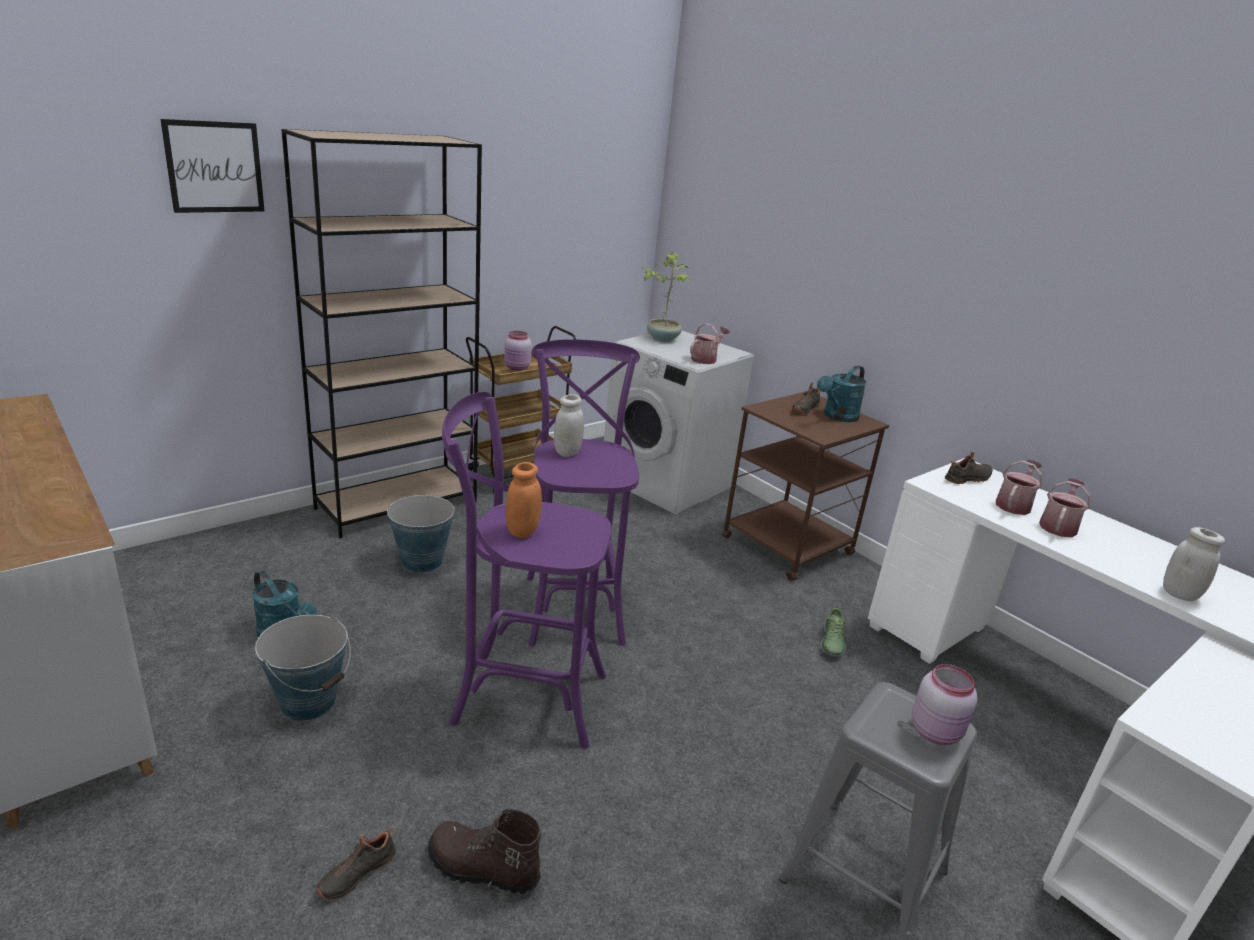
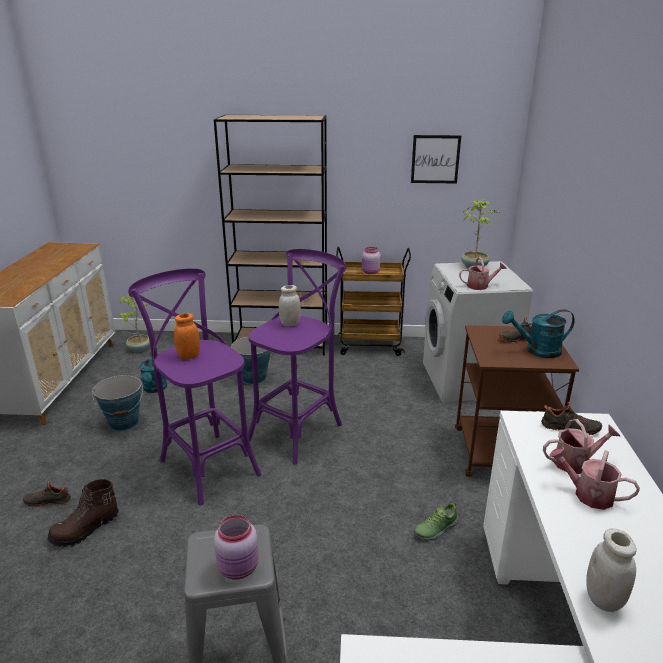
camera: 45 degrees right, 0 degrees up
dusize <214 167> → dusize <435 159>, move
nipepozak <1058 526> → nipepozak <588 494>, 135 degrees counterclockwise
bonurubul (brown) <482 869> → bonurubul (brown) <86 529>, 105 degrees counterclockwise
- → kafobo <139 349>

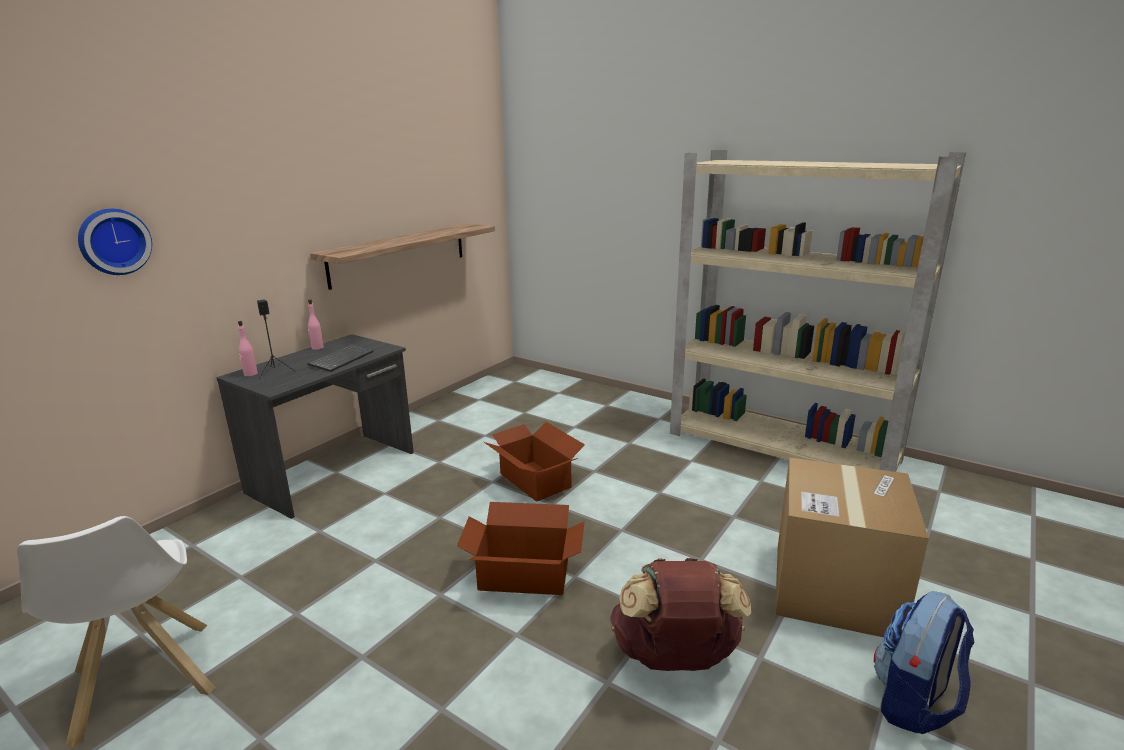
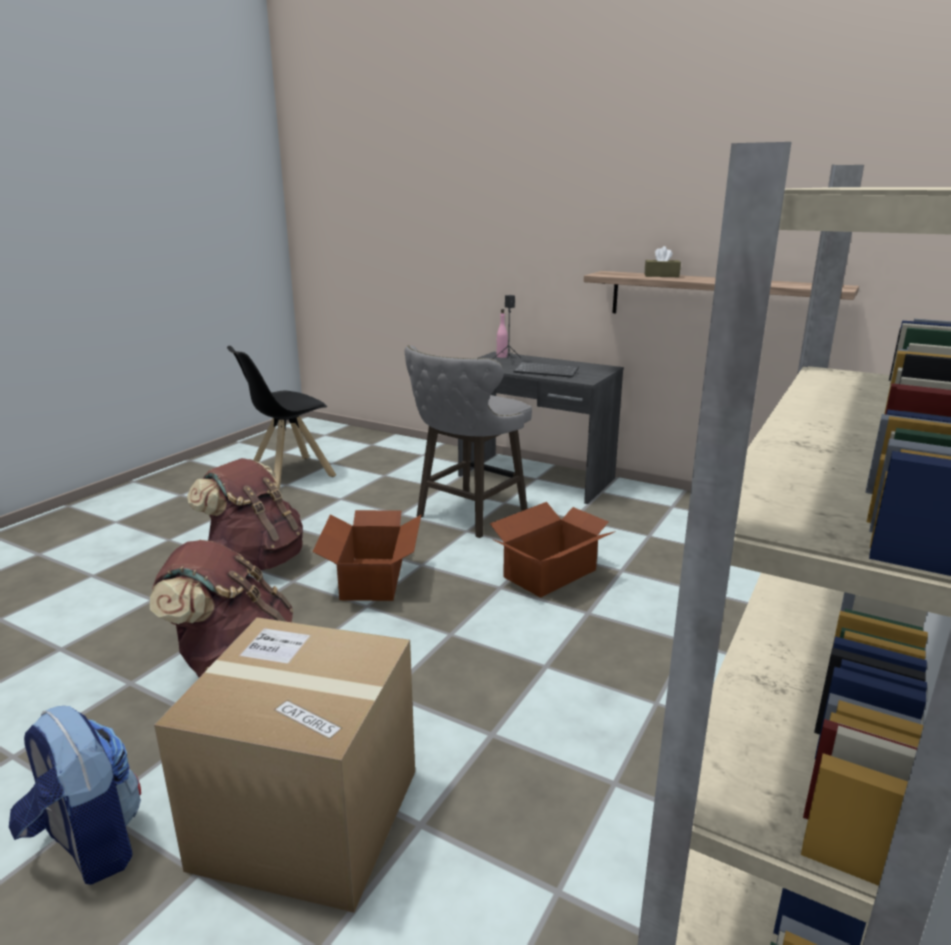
camera: 85 degrees right, 0 degrees up
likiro <113 241> → -
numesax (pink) <317 348> → -
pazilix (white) <143 684> → pazilix (black) <289 473>
- → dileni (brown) <661 275>
- → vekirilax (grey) <468 515>
- → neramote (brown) <256 561>

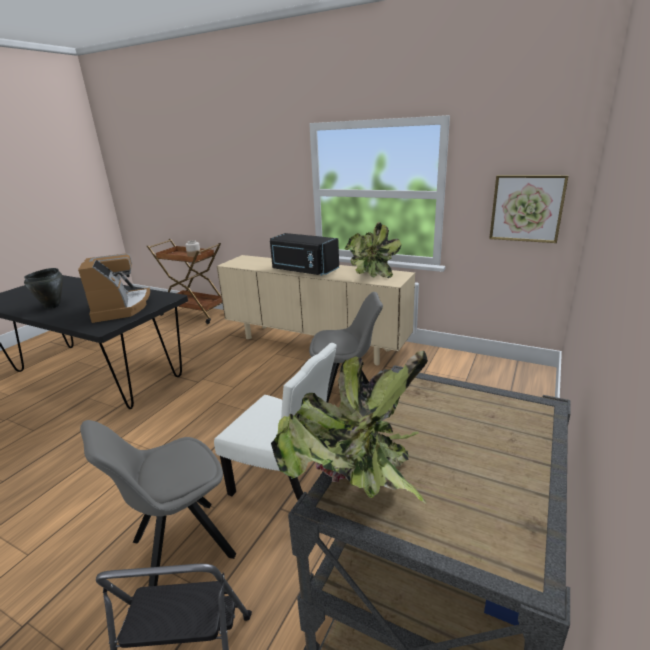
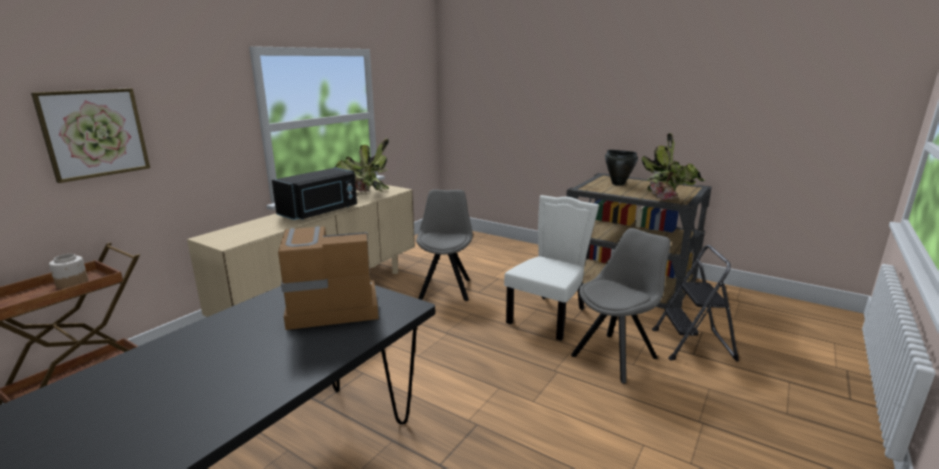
camera: 85 degrees left, 5 degrees down
dusize <526 208> → dusize <94 133>, move
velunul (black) <53 306> → velunul (black) <618 184>, move
pazilix (grey) <182 548> → pazilix (grey) <615 357>, 105 degrees counterclockwise

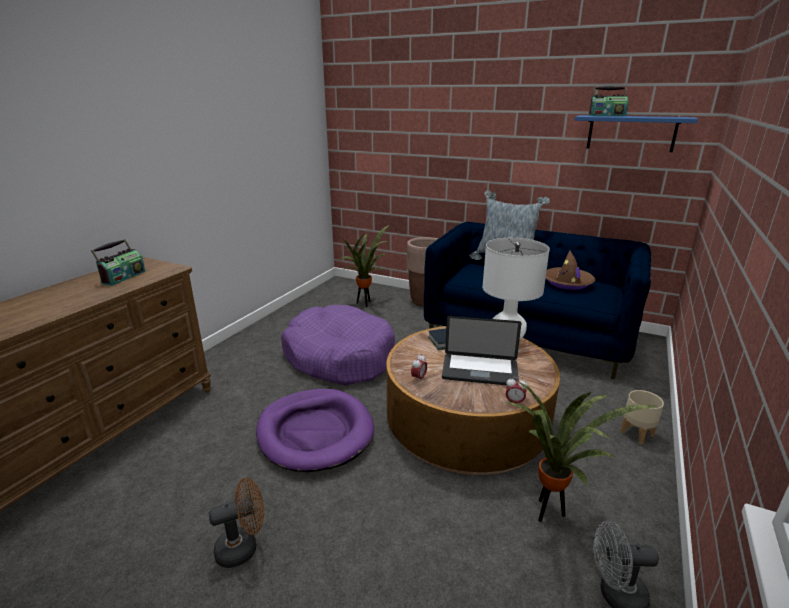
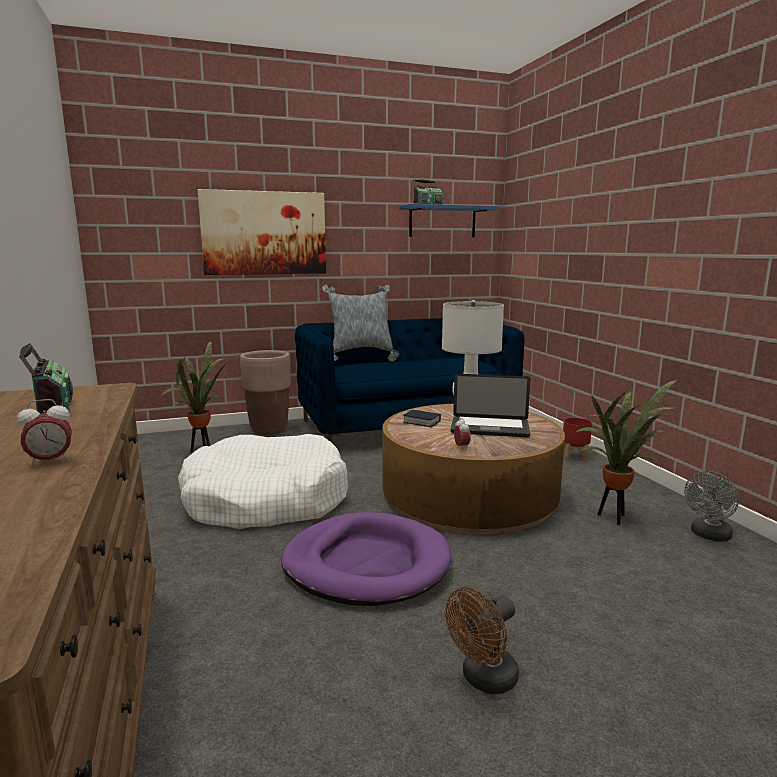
camera: 45 degrees left, 10 degrees down
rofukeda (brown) <567 283> → -
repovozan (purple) <339 357> → repovozan (white) <266 500>
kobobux <479 371> → kobobux <489 428>, 45 degrees clockwise
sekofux <514 402> → sekofux <50 461>, move
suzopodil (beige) <637 434> → suzopodil (red) <575 456>
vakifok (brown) <243 547> → vakifok (brown) <483 679>, 150 degrees counterclockwise
- → dusize <264 233>

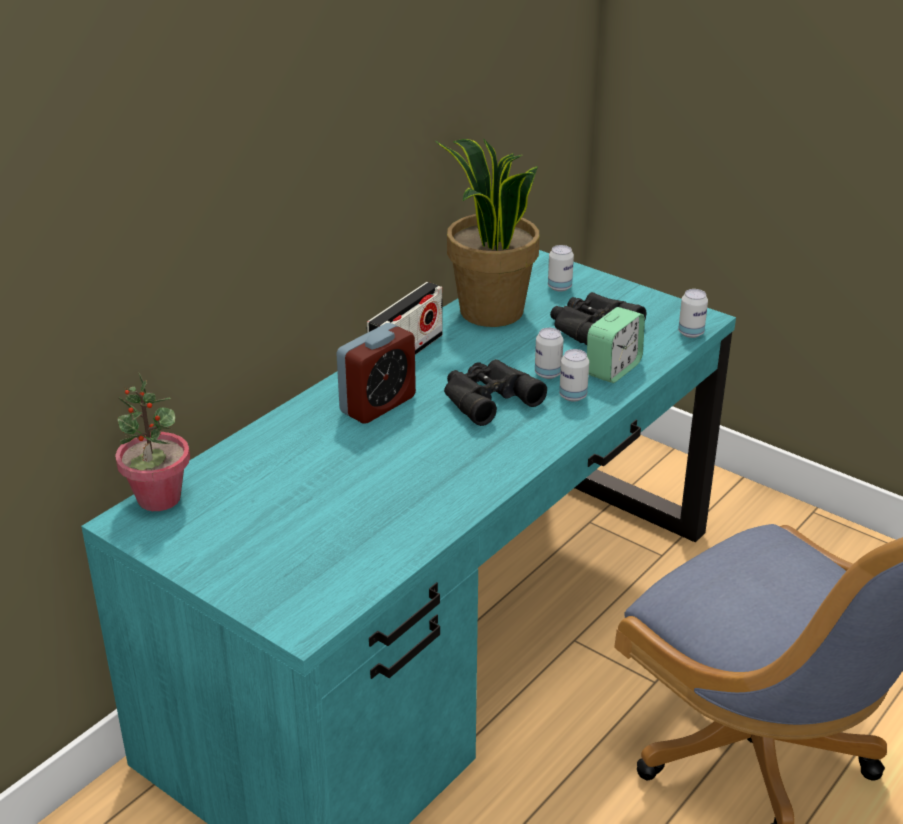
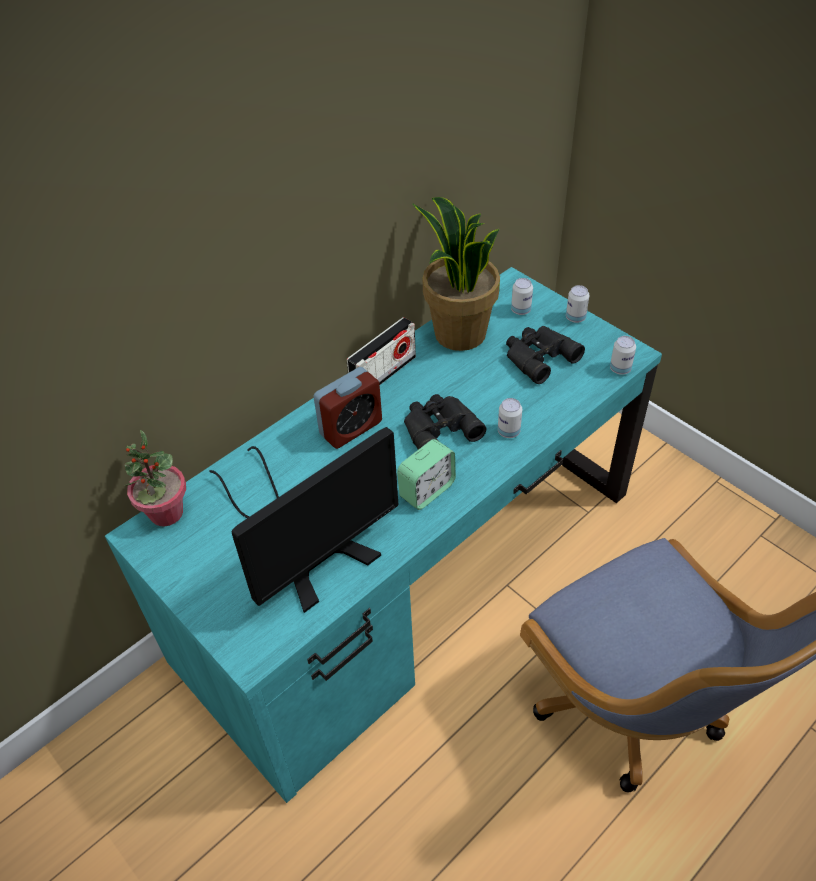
camera: 10 degrees right, 15 degrees up
sekofux <613 369> → sekofux <427 490>, move
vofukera <548 373> → vofukera <575 318>, move
- → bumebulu <307 546>

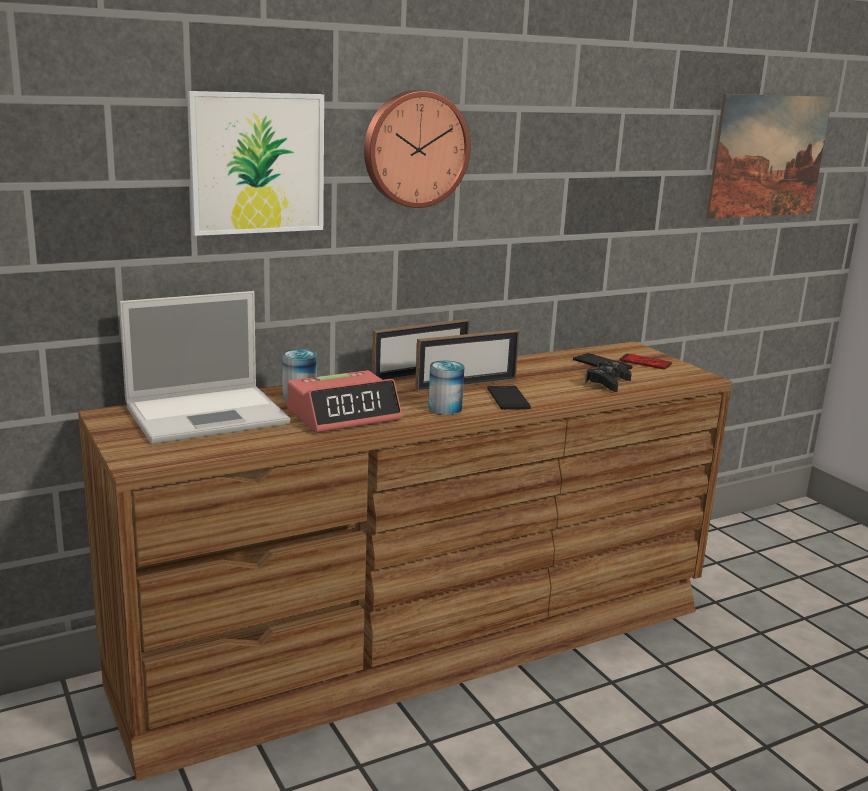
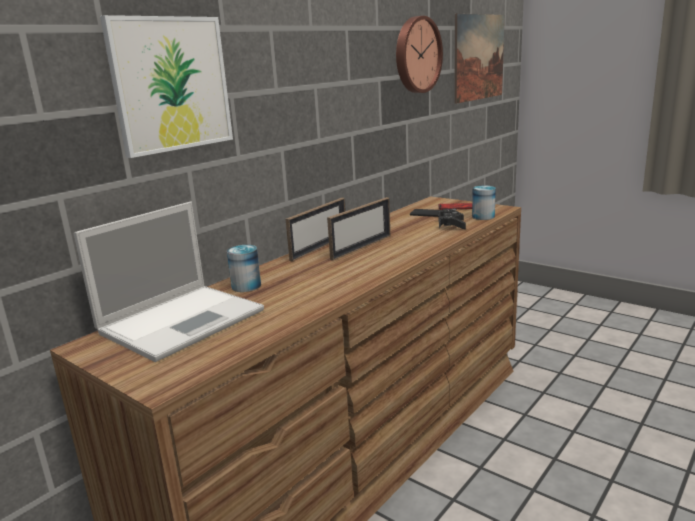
camera: 20 degrees left, 0 degrees up
likiro <414 149> → likiro <416 55>, move
vofukera <445 408> → vofukera <483 216>, move
sekofux <344 415> → -
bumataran <508 398> → -

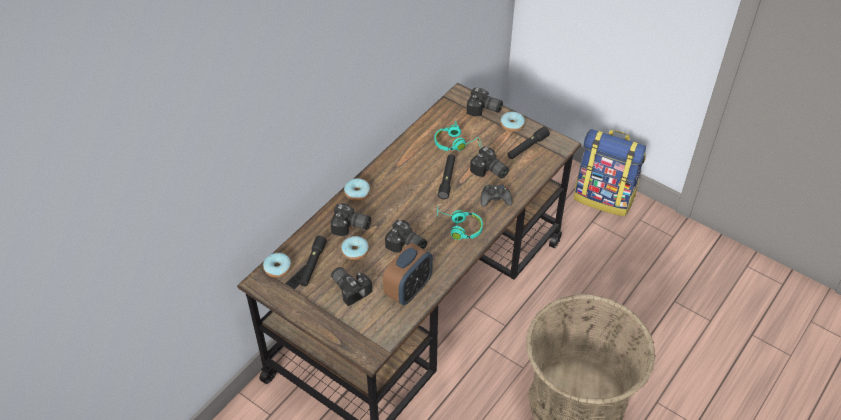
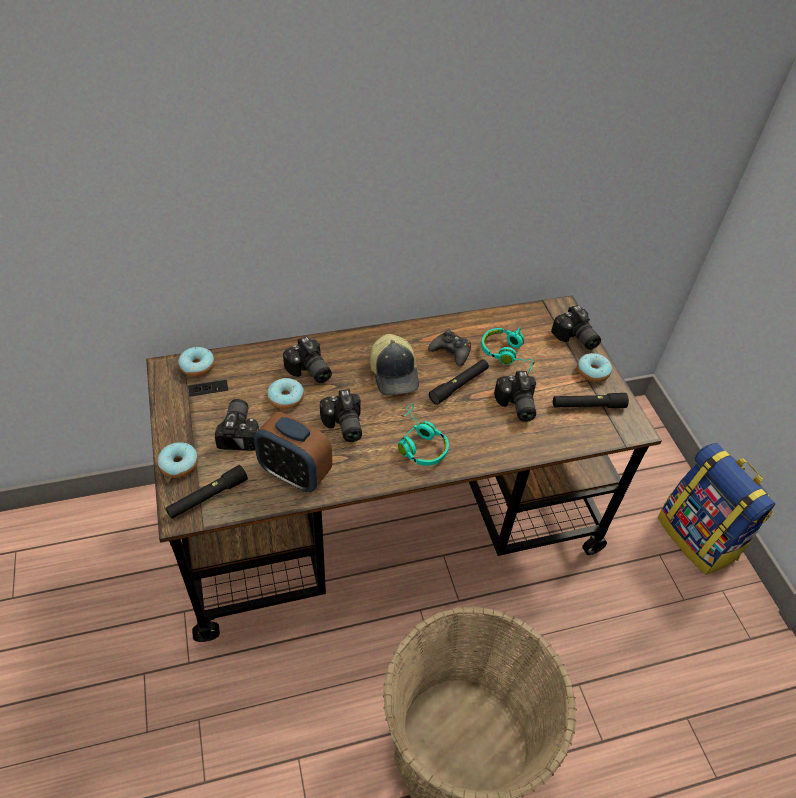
camera: 35 degrees right, 0 degrees up
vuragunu <357 193> → vuragunu <179 464>, move
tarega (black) <495 199> → tarega (black) <451 352>, move
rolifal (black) <312 264> → rolifal (black) <207 497>, move
sekofux <408 290> → sekofux <295 474>, 45 degrees clockwise
- → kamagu <395 374>

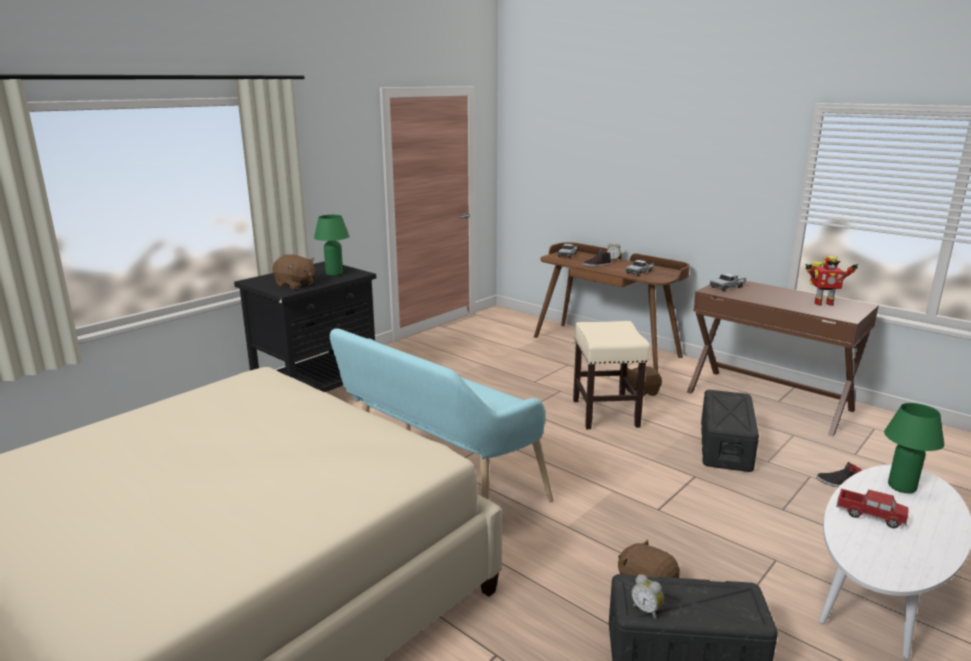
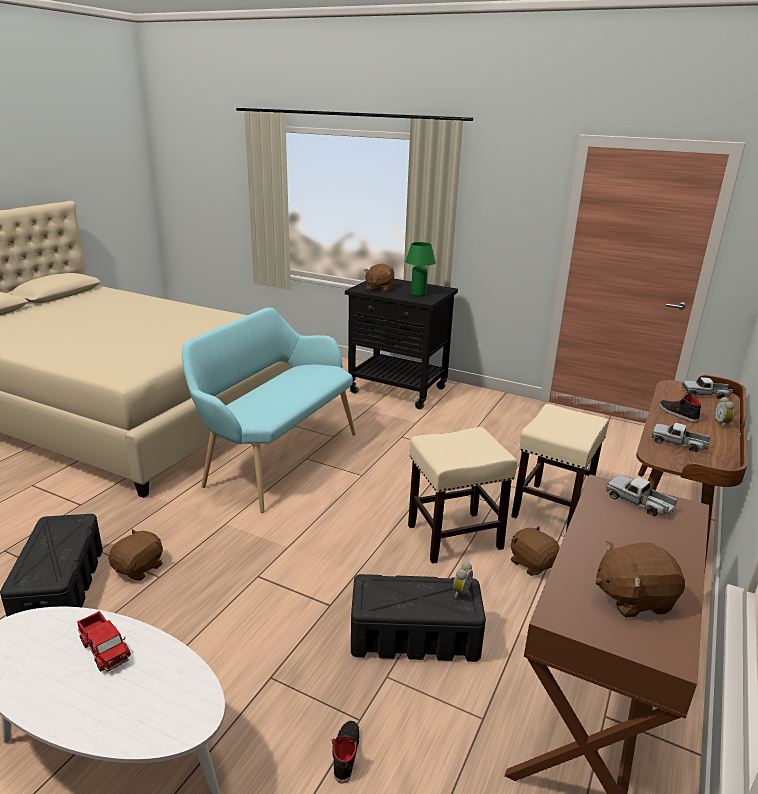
camera: 75 degrees right, 5 degrees up
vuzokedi <822 303> → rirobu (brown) <633 598>
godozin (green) <902 487> → -
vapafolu <870 515> → vapafolu <104 649>, 60 degrees counterclockwise
sekofux <646 610> → sekofux <463 593>, move
- → vekirilax (beige) <551 508>

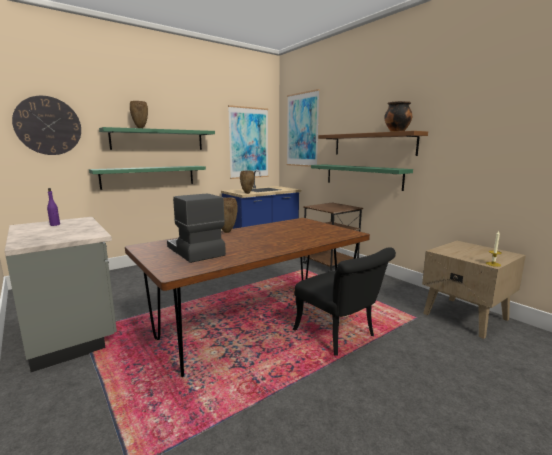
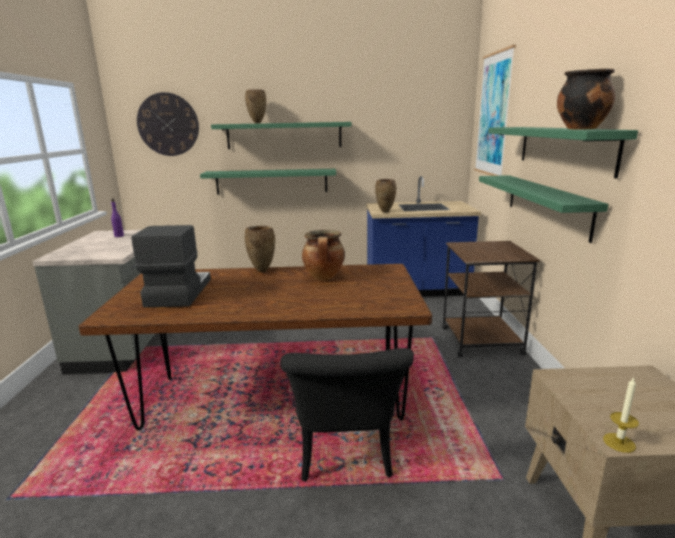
camera: 35 degrees right, 5 degrees up
dusize <248 143> → -
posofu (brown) <373 144> → posofu (green) <563 148>
- → velunul <324 277>

